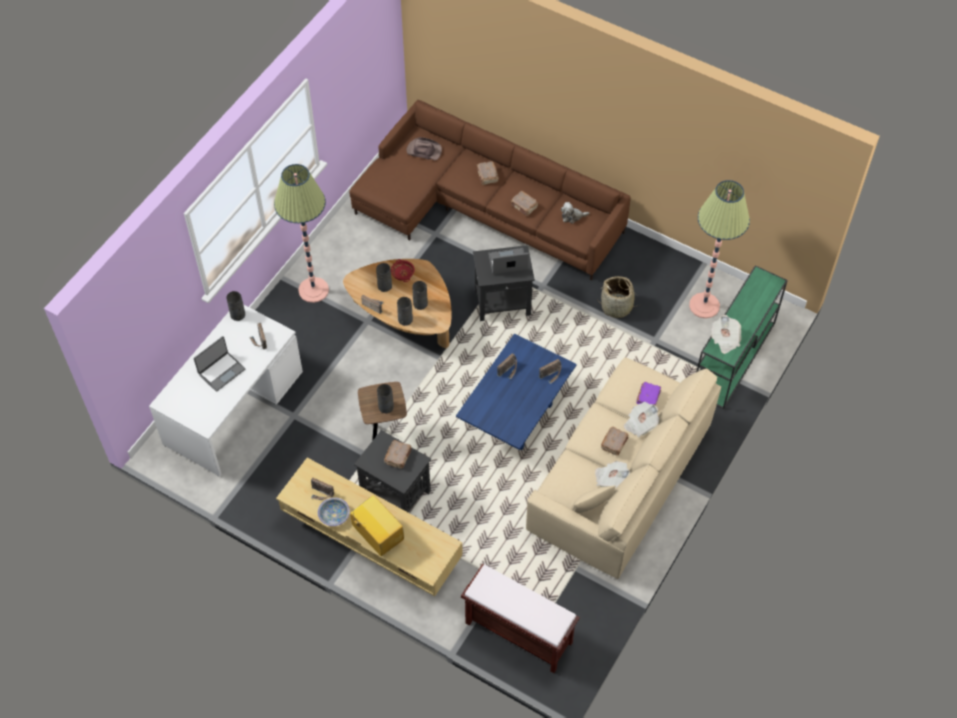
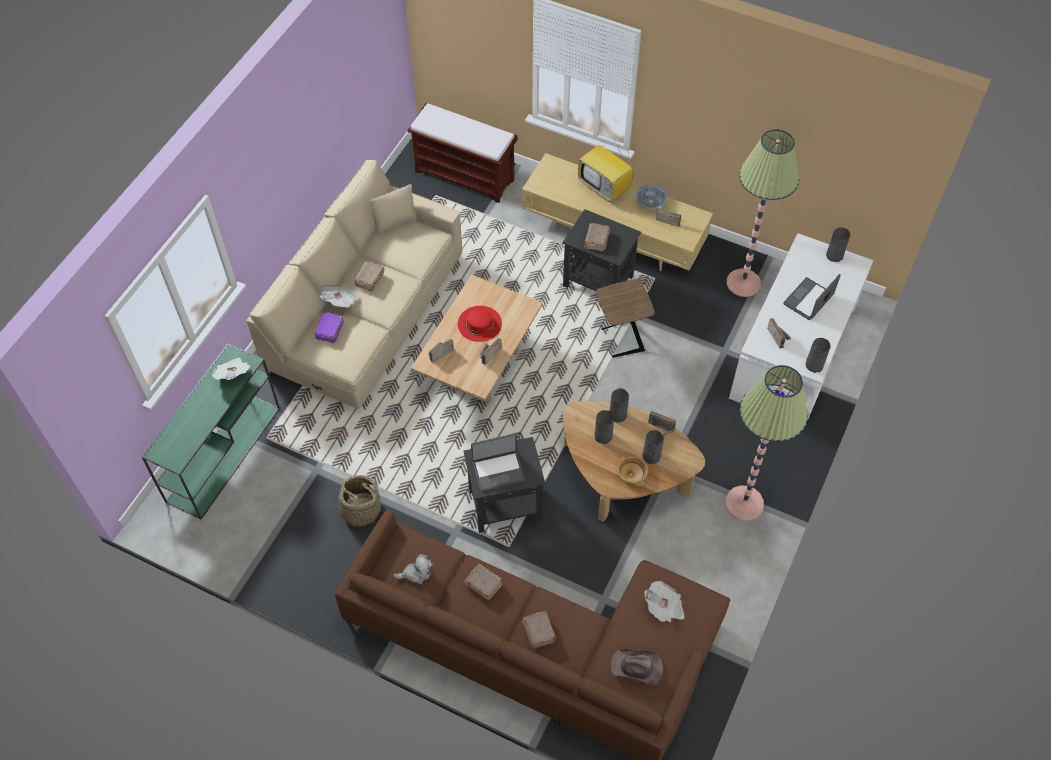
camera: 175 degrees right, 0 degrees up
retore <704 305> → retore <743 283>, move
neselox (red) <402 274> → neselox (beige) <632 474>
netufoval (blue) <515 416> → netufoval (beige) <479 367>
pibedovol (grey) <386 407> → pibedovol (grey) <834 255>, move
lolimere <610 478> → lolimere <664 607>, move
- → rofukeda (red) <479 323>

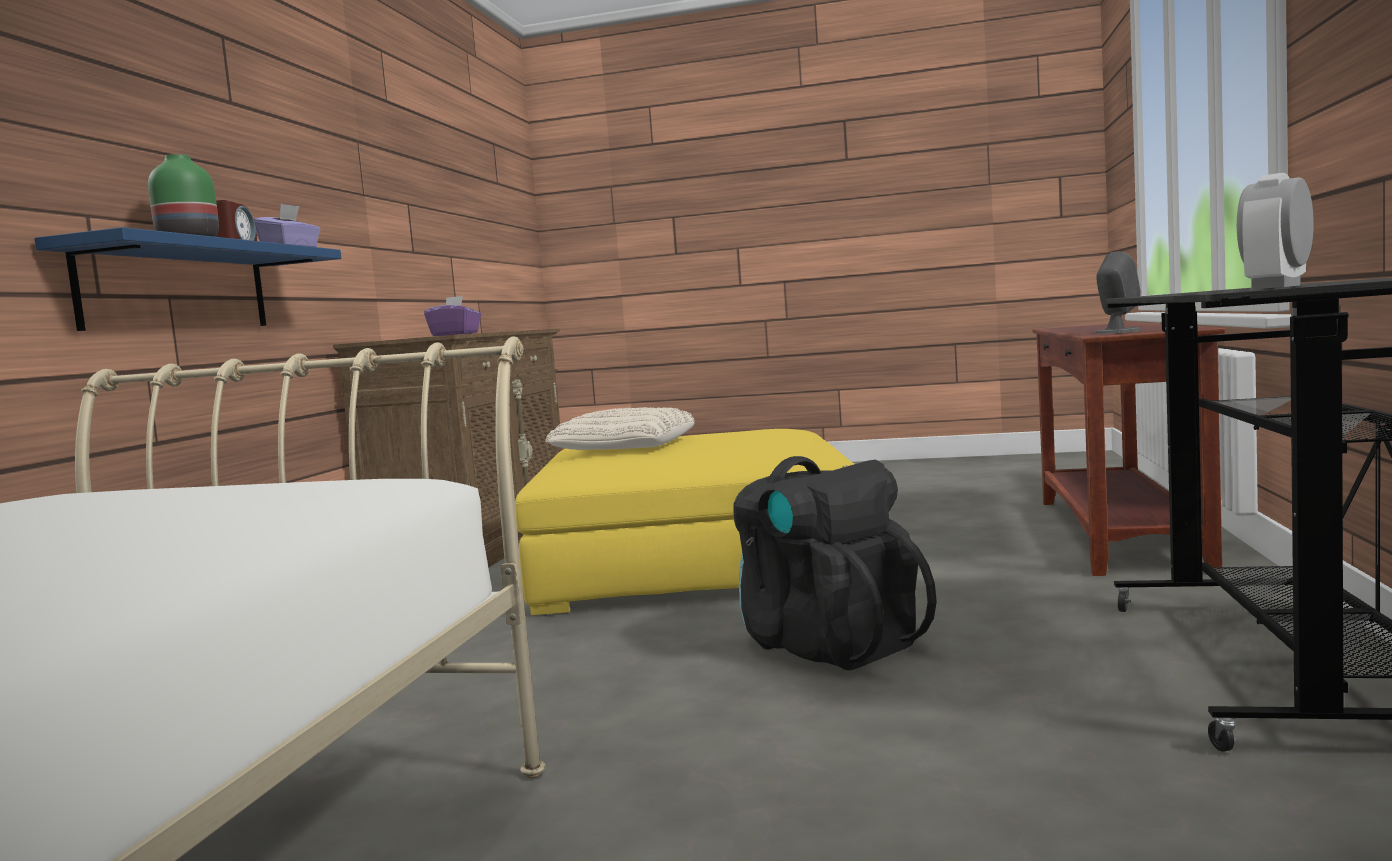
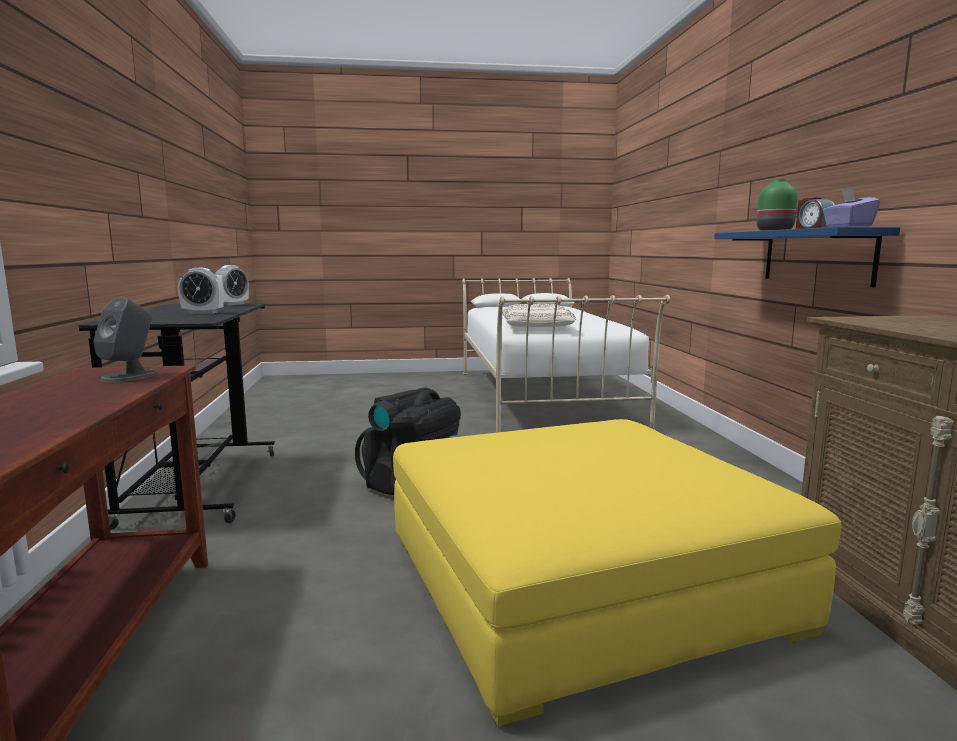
camera: 160 degrees right, 5 degrees up
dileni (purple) <455 334> → -
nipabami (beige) <624 447> → nipabami (beige) <537 326>, move
- → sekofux <203 313>

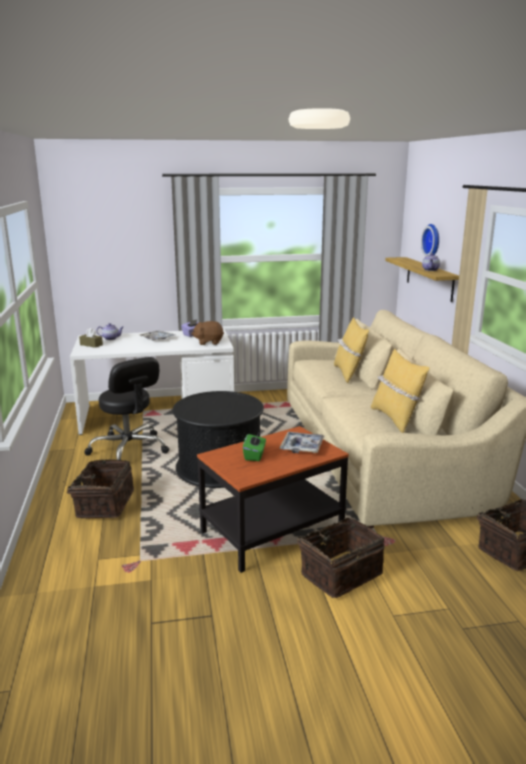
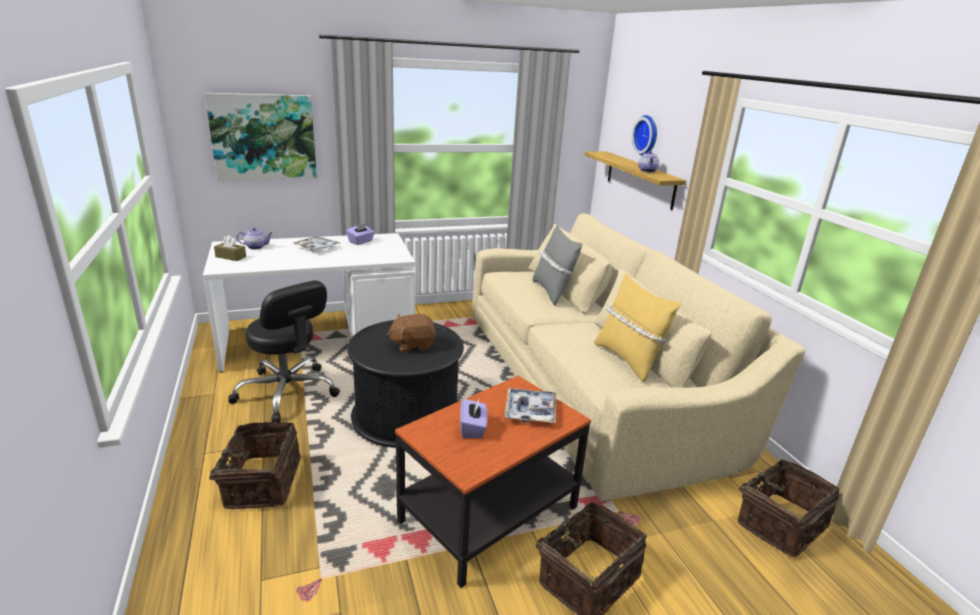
camera: 10 degrees left, 5 degrees up
nipabami (yellow) <349 373> → nipabami (grey) <552 292>
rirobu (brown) <208 342> → rirobu (brown) <412 345>, move
dileni (green) <254 455> → dileni (purple) <473 428>
- → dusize <263 137>

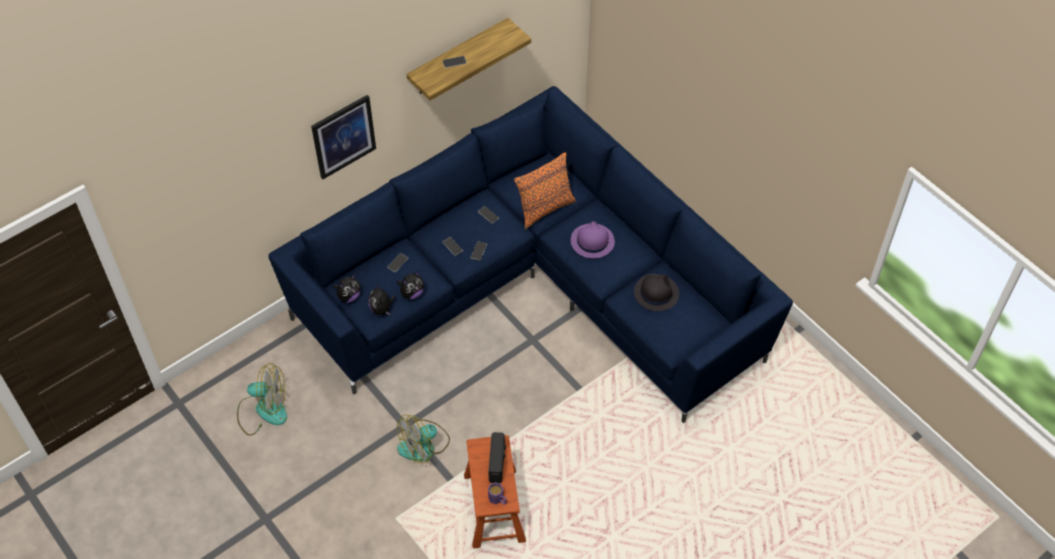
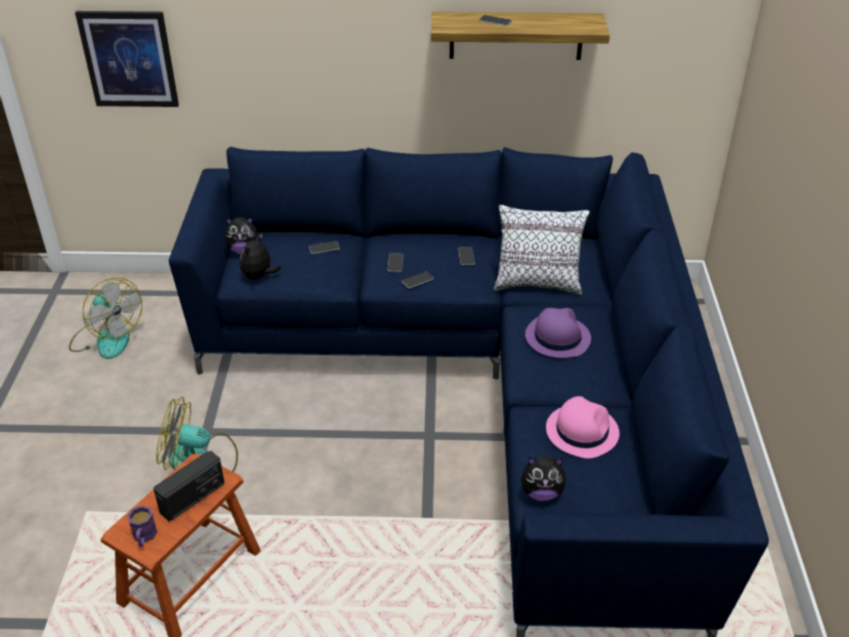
camera: 40 degrees right, 15 degrees down
dusize <343 136> → dusize <129 59>, move
nipabami (orange) <545 210> → nipabami (white) <537 284>
rirobu <411 293> → rirobu <541 493>, move
rofukeda (black) <656 293> → rofukeda (pink) <581 431>

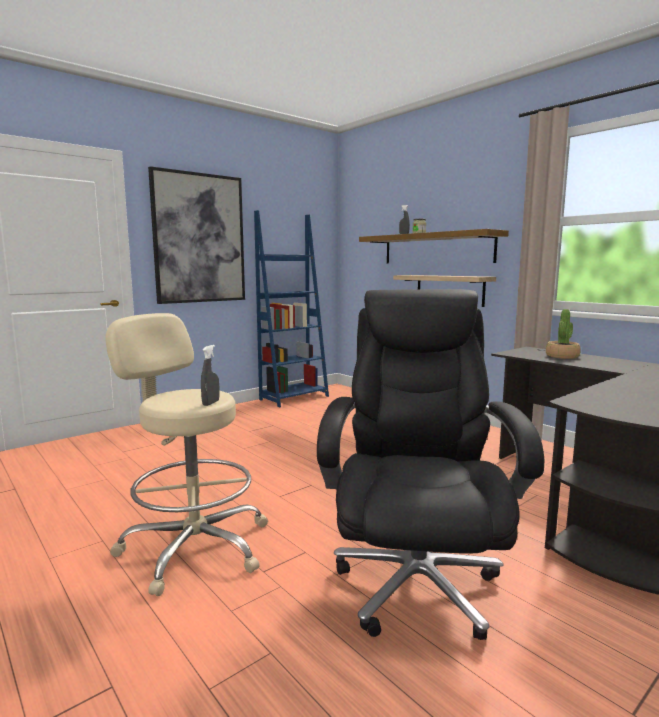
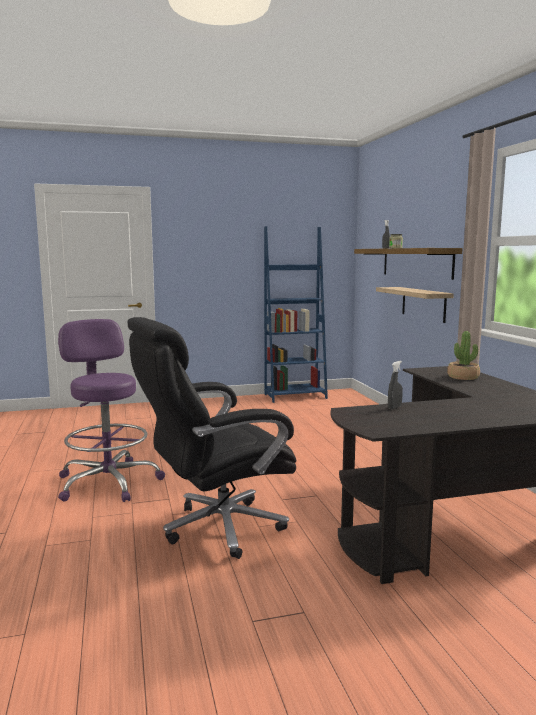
camera: 25 degrees right, 0 degrees up
dusize <199 238> → -
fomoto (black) <416 582> → fomoto (black) <217 529>, 150 degrees counterclockwise
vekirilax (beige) <194 546> → vekirilax (purple) <108 481>
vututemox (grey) <211 403> → vututemox (grey) <394 407>, move

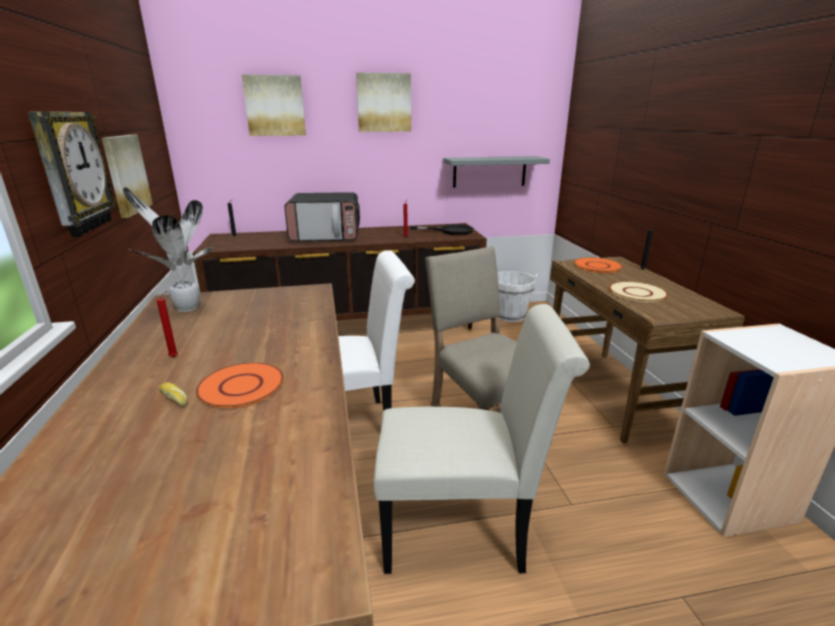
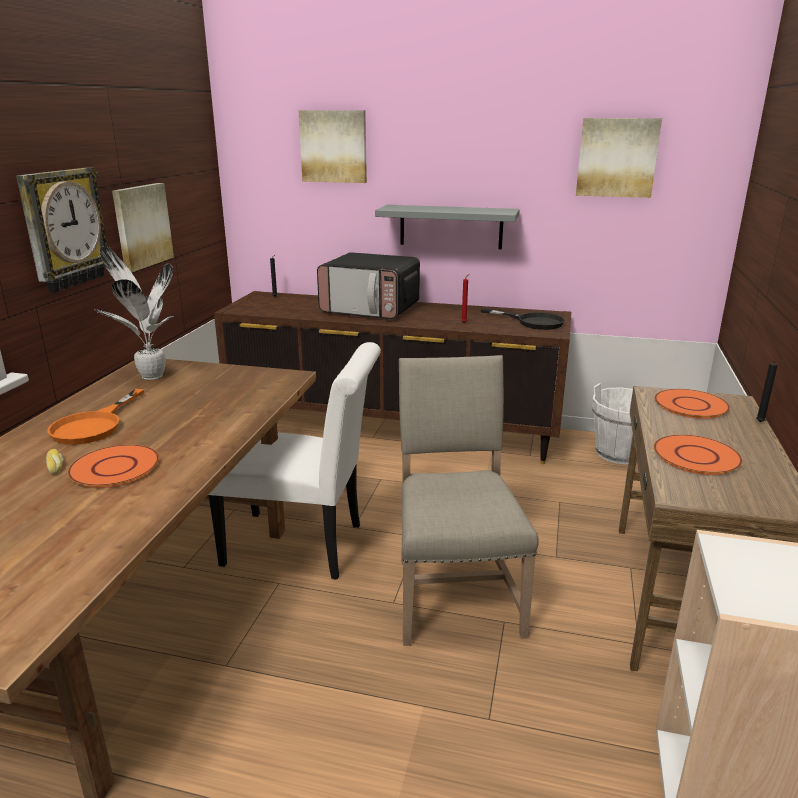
camera: 25 degrees right, 0 degrees up
dusize <384 103> → dusize <617 157>, move
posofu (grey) <489 171> → posofu (grey) <451 226>, move
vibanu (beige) <637 293> → vibanu (orange) <696 456>
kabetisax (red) <175 356> → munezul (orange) <94 425>
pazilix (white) <463 528> → -

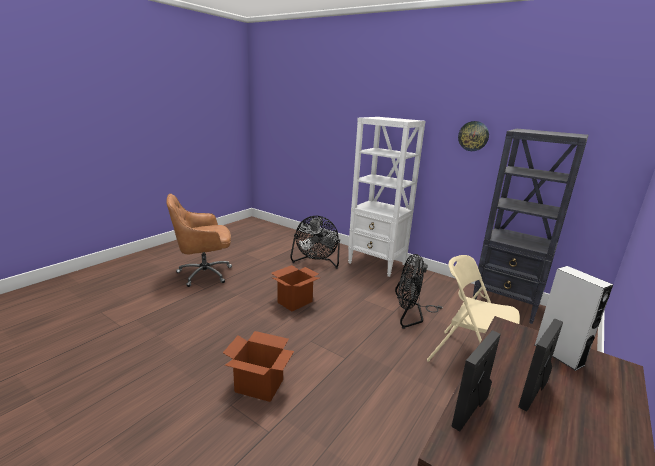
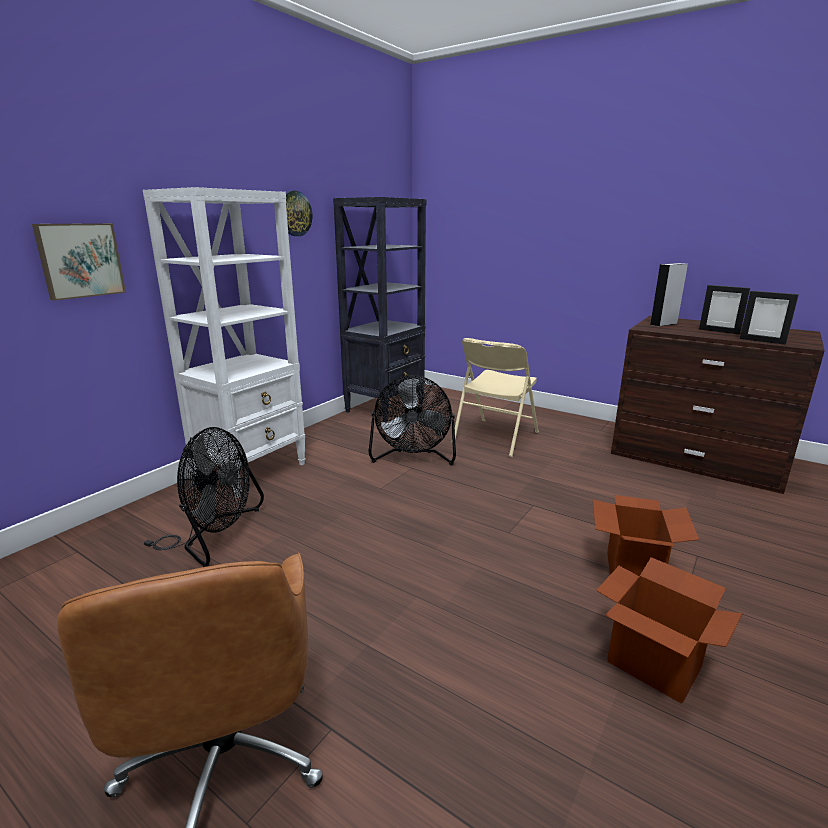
camera: 90 degrees left, 0 degrees up
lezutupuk <295 302> → lezutupuk <653 664>, move
- → dusize <80 260>

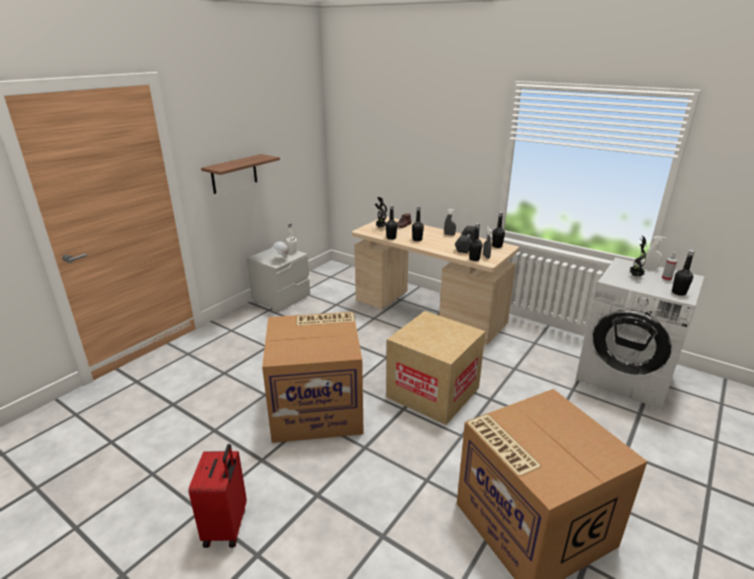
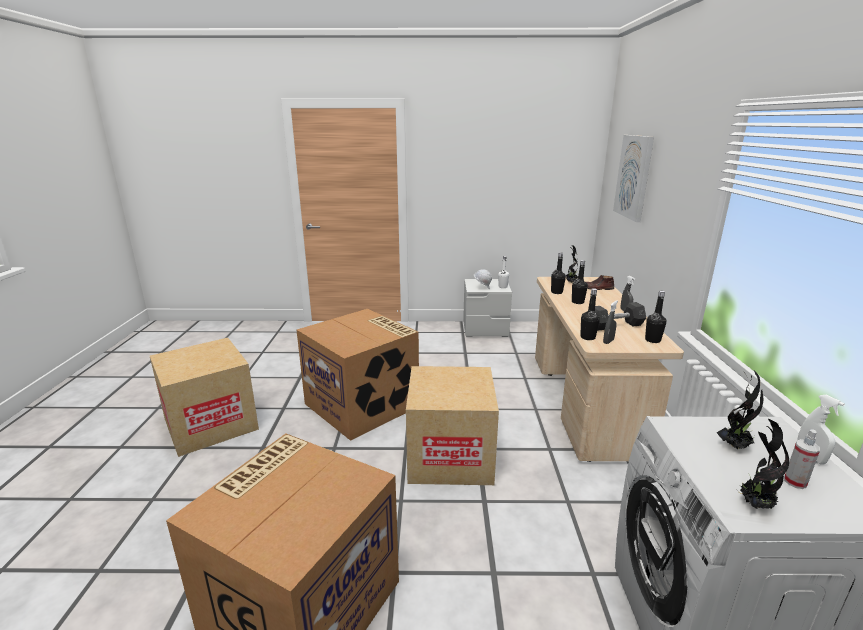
camera: 55 degrees right, 5 degrees down
posofu <234 174> → -
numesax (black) <678 293> → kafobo <753 504>
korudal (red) <227 527> → lezutupuk <211 424>
- → dusize <634 177>

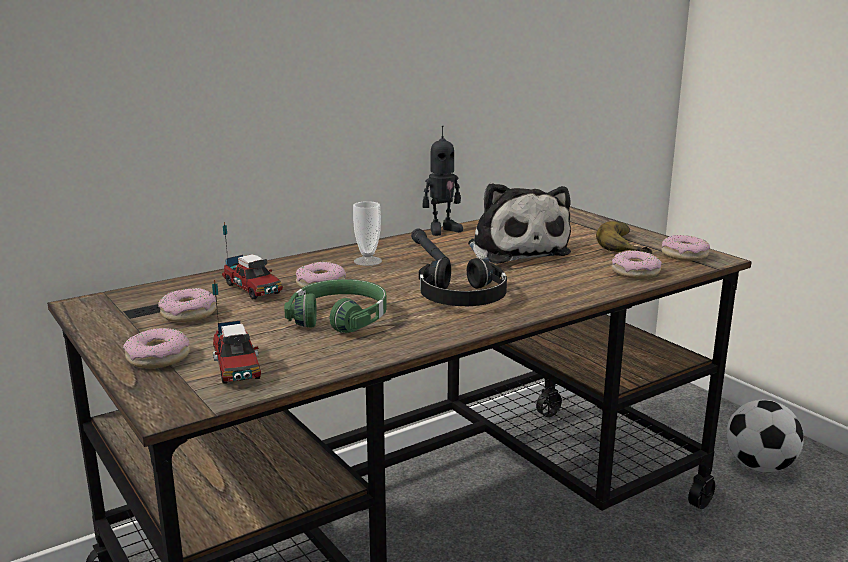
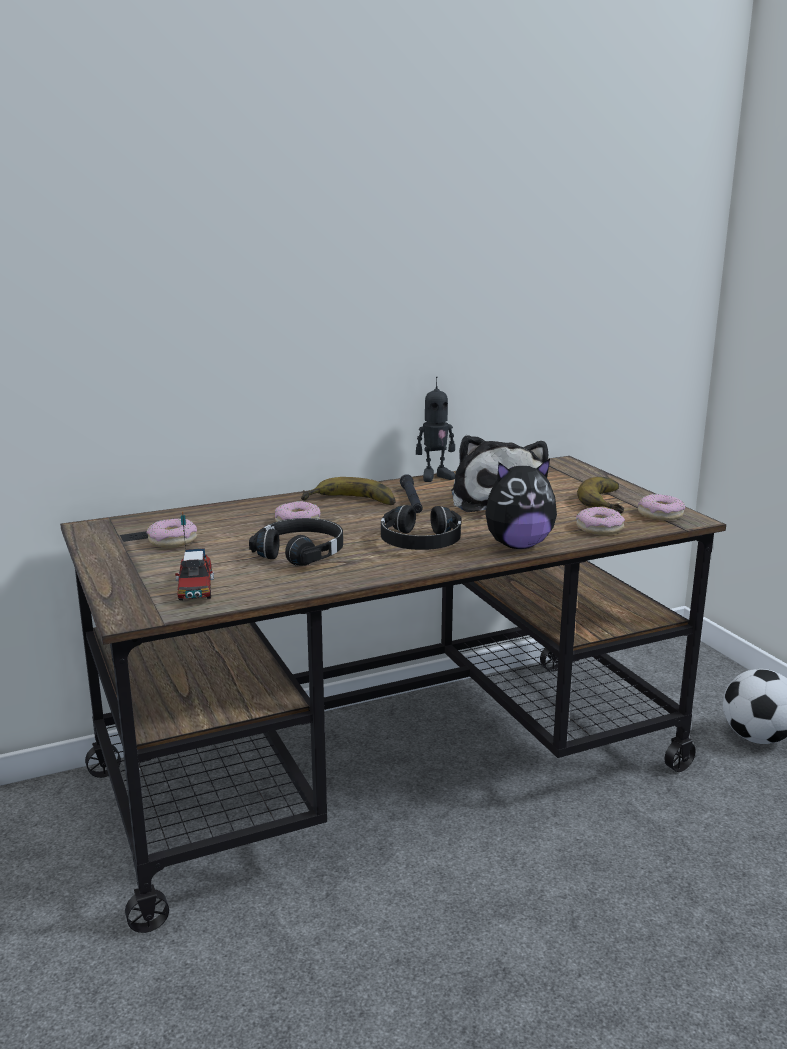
camera: 10 degrees right, 0 degrees up
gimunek <368 261> → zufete <350 503>
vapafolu <252 289> → -
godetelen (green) <340 317> → godetelen (black) <301 552>
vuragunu <158 357> → -
- → rirobu <517 545>

